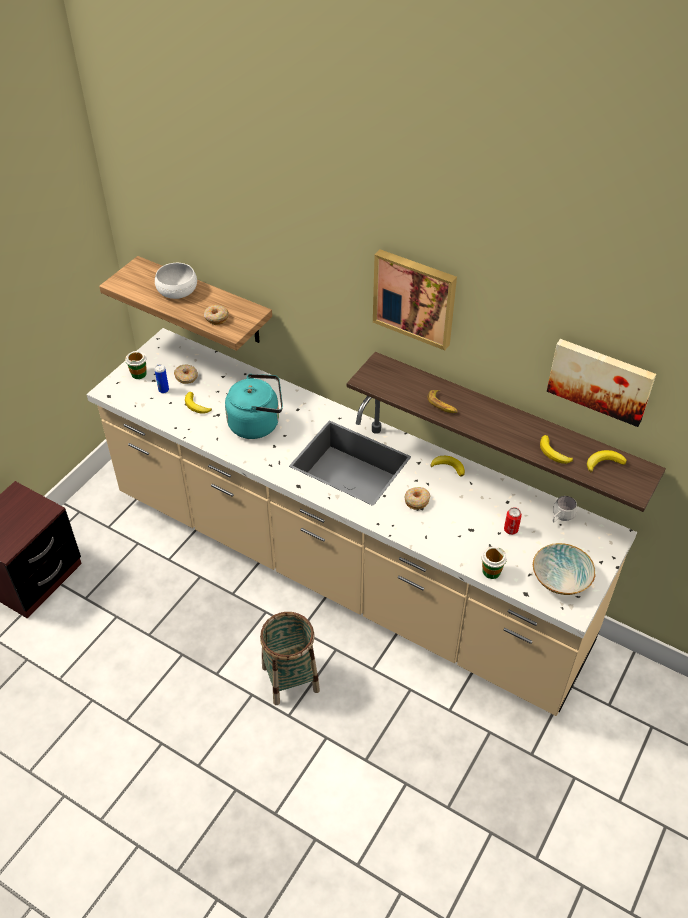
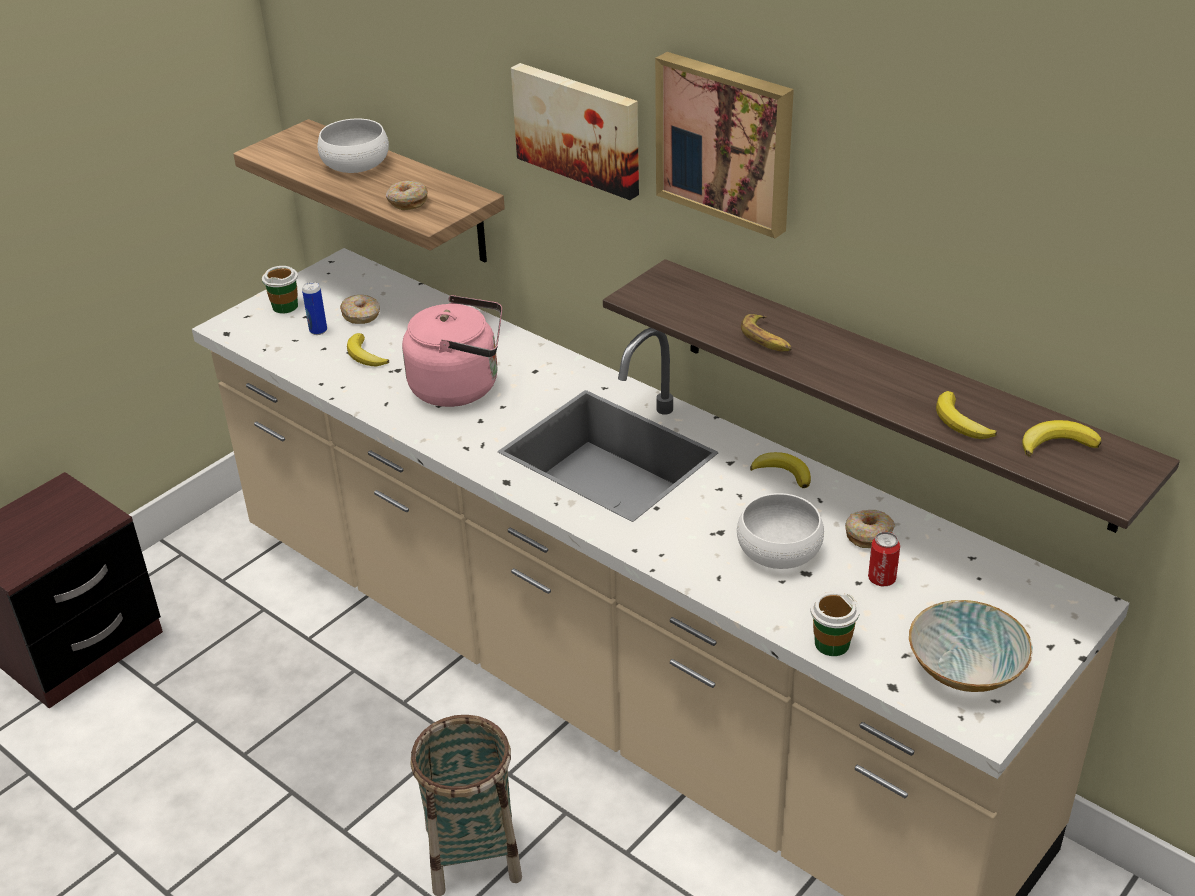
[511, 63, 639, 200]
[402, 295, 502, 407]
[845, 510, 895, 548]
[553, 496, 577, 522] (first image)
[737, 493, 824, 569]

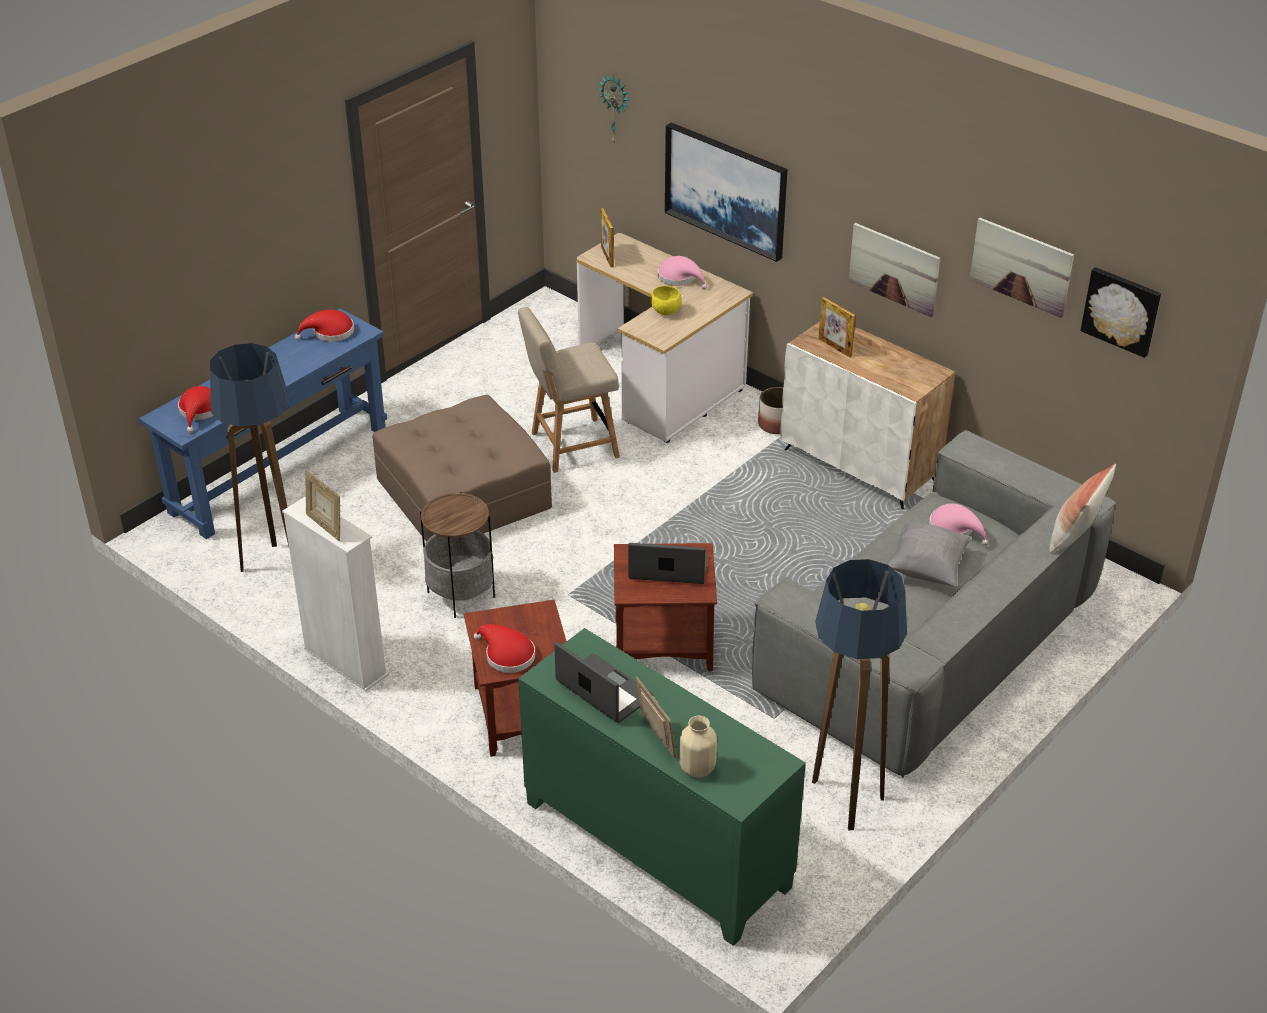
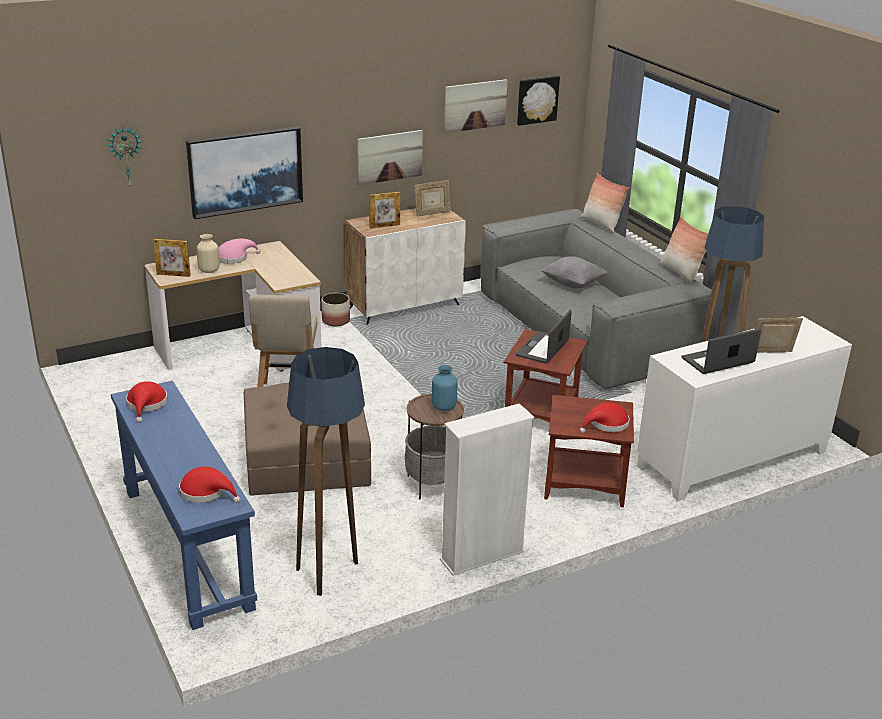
[651, 286, 682, 315] (first image)
[414, 180, 451, 216]
[929, 503, 988, 546] (first image)
[637, 316, 852, 501]
[196, 234, 220, 273]
[660, 216, 708, 283]
[432, 365, 458, 411]

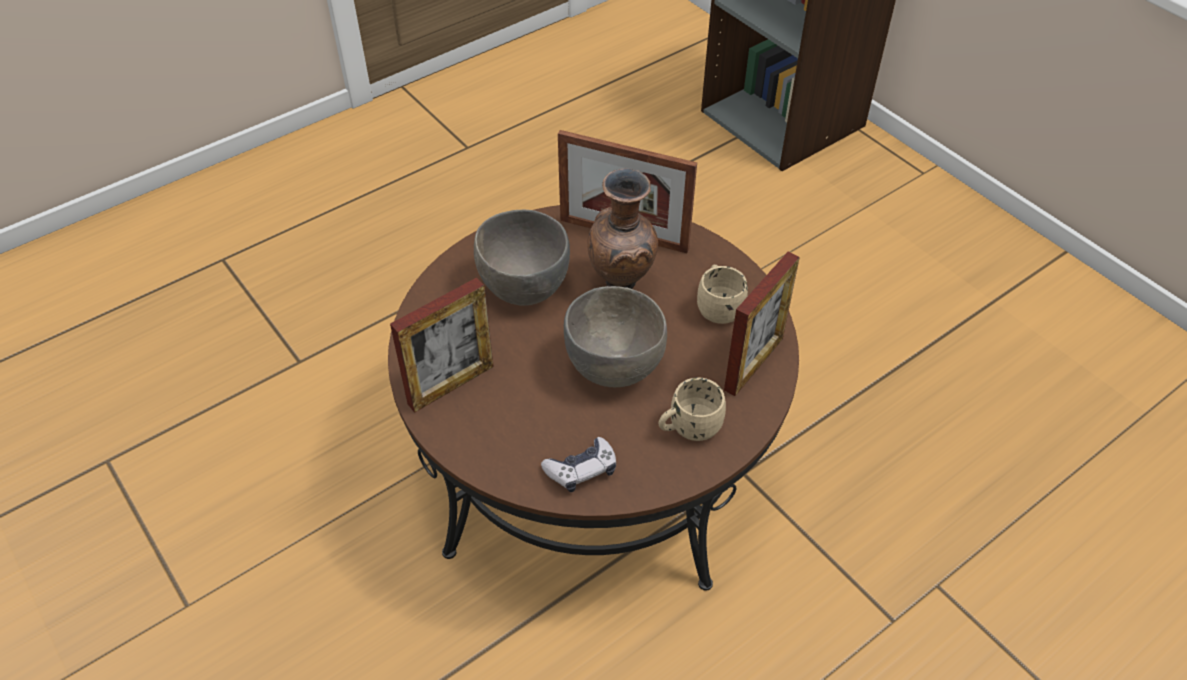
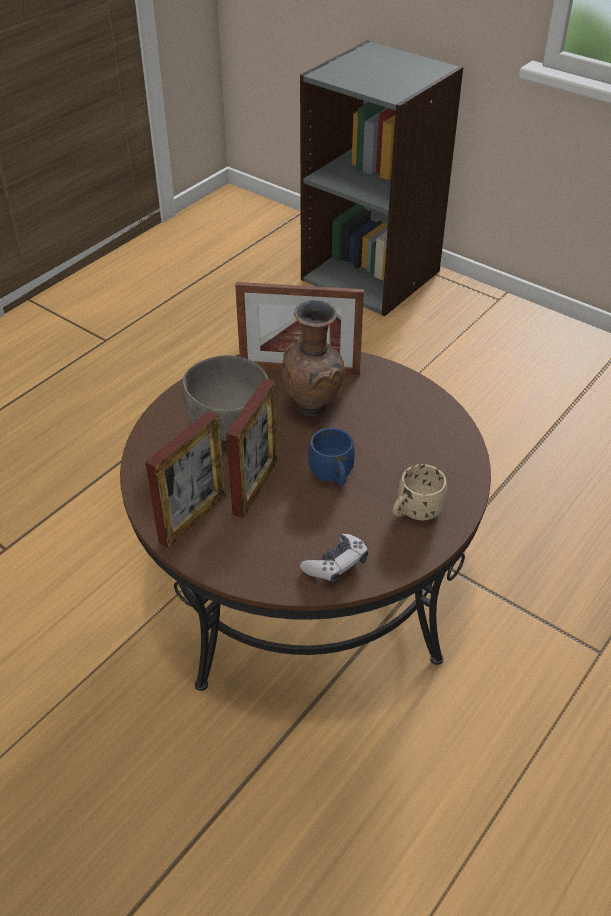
[226, 378, 277, 518]
[697, 264, 748, 324] (first image)
[308, 428, 355, 485]

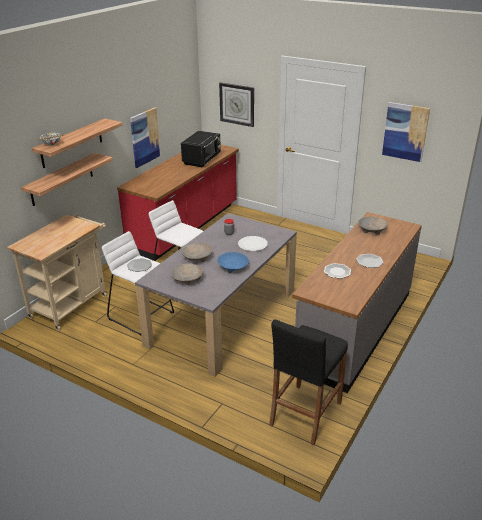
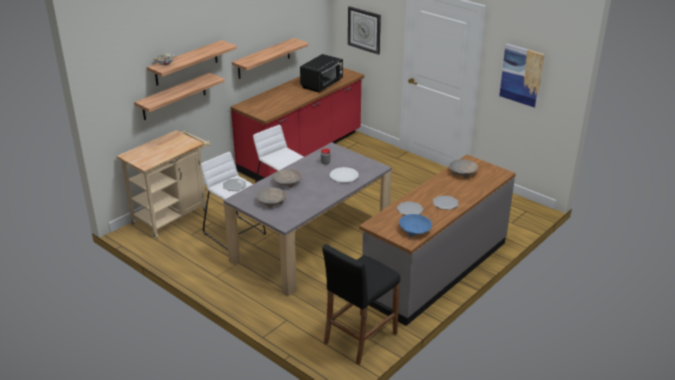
[232, 38, 309, 79]
[399, 214, 432, 237]

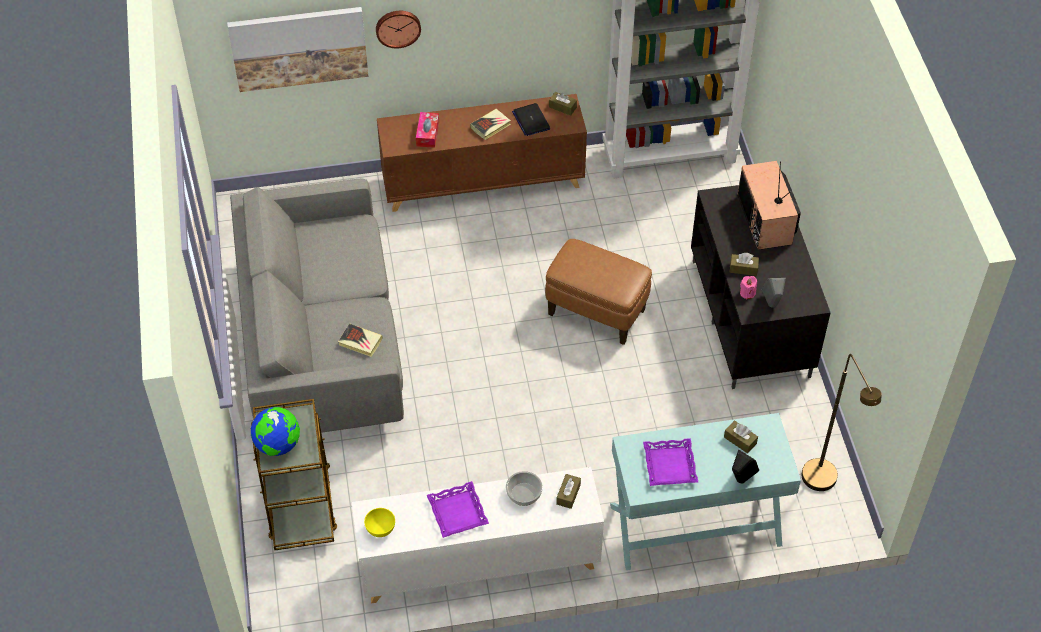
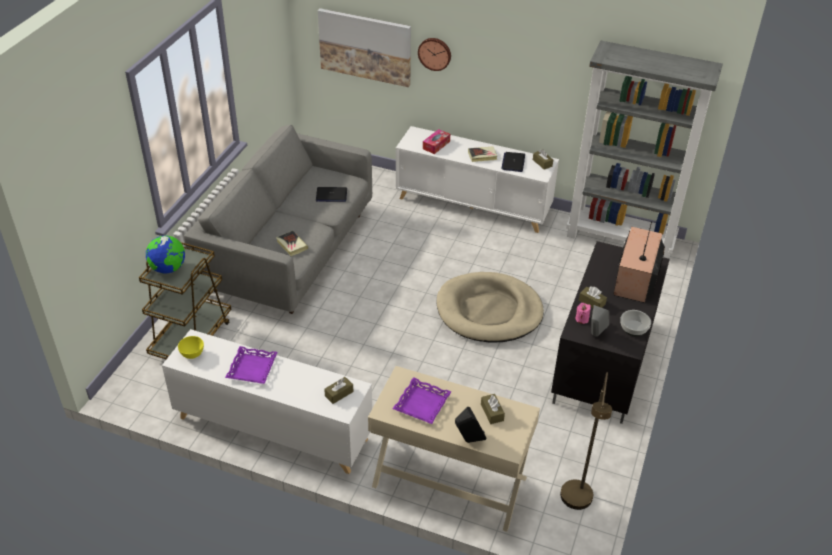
[396, 126, 559, 233]
[436, 272, 544, 342]
[368, 366, 540, 532]
[620, 310, 651, 336]
[316, 187, 347, 202]

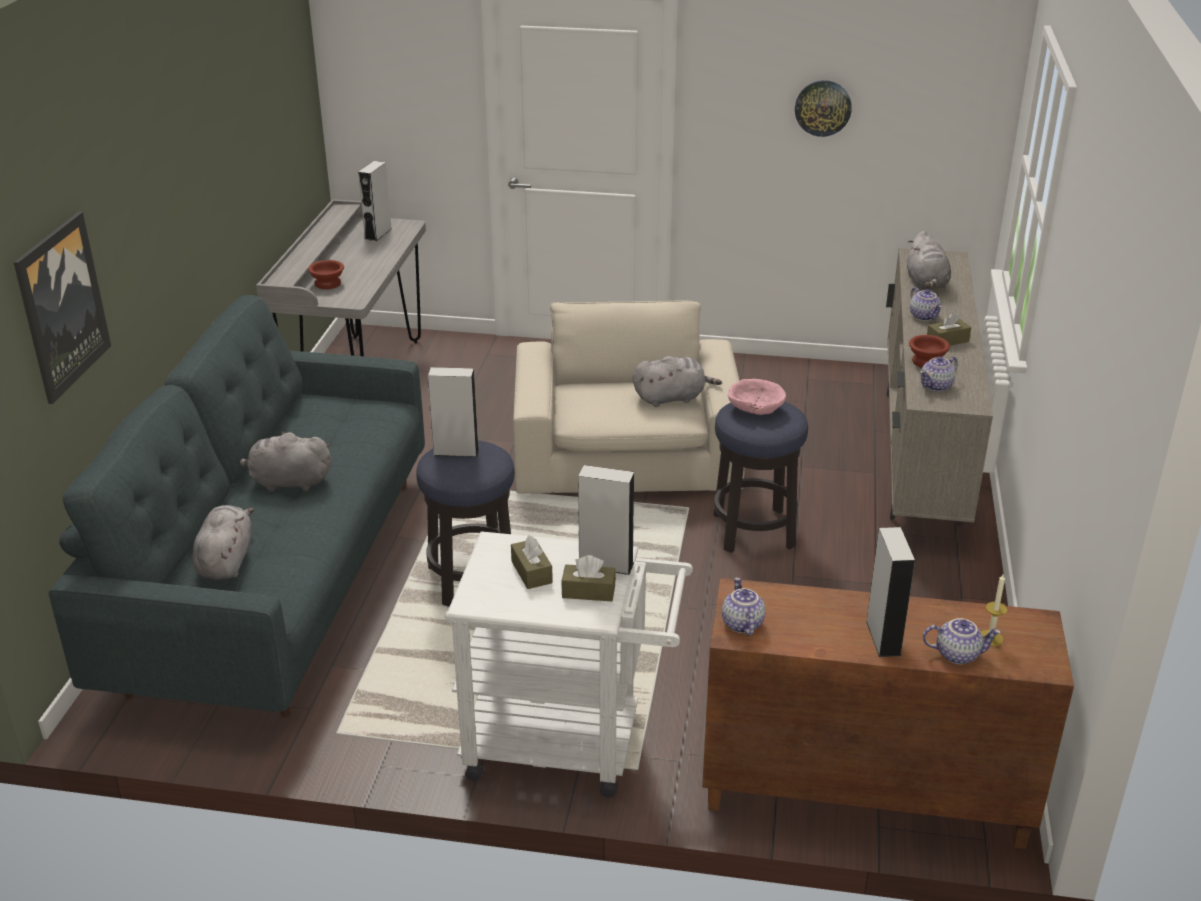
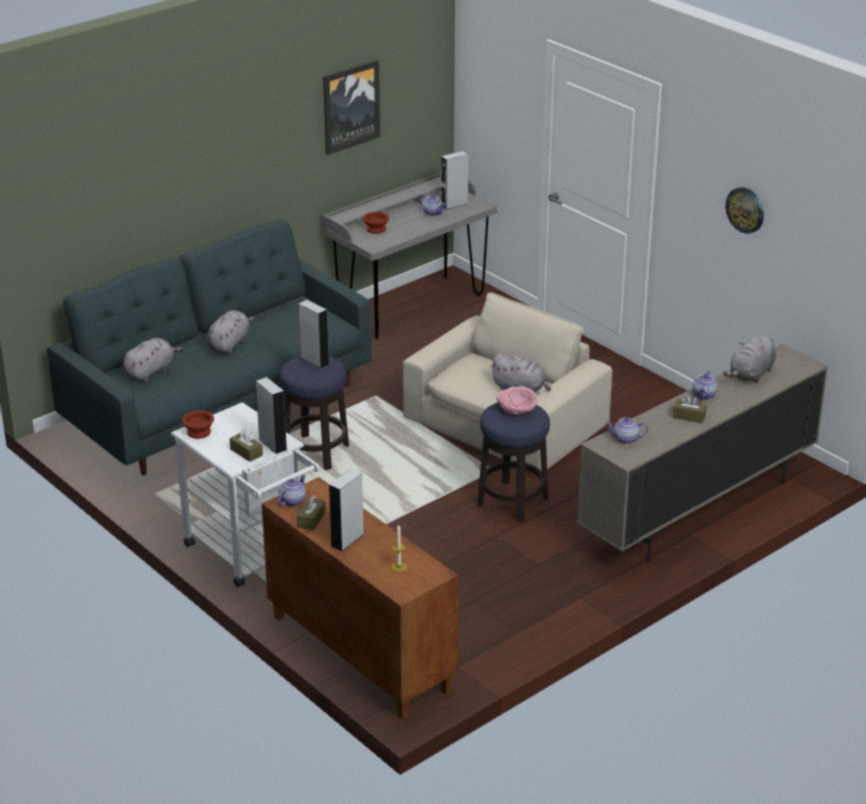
[323, 60, 380, 155]
[182, 410, 214, 439]
[207, 310, 256, 354]
[297, 495, 326, 531]
[420, 194, 446, 216]

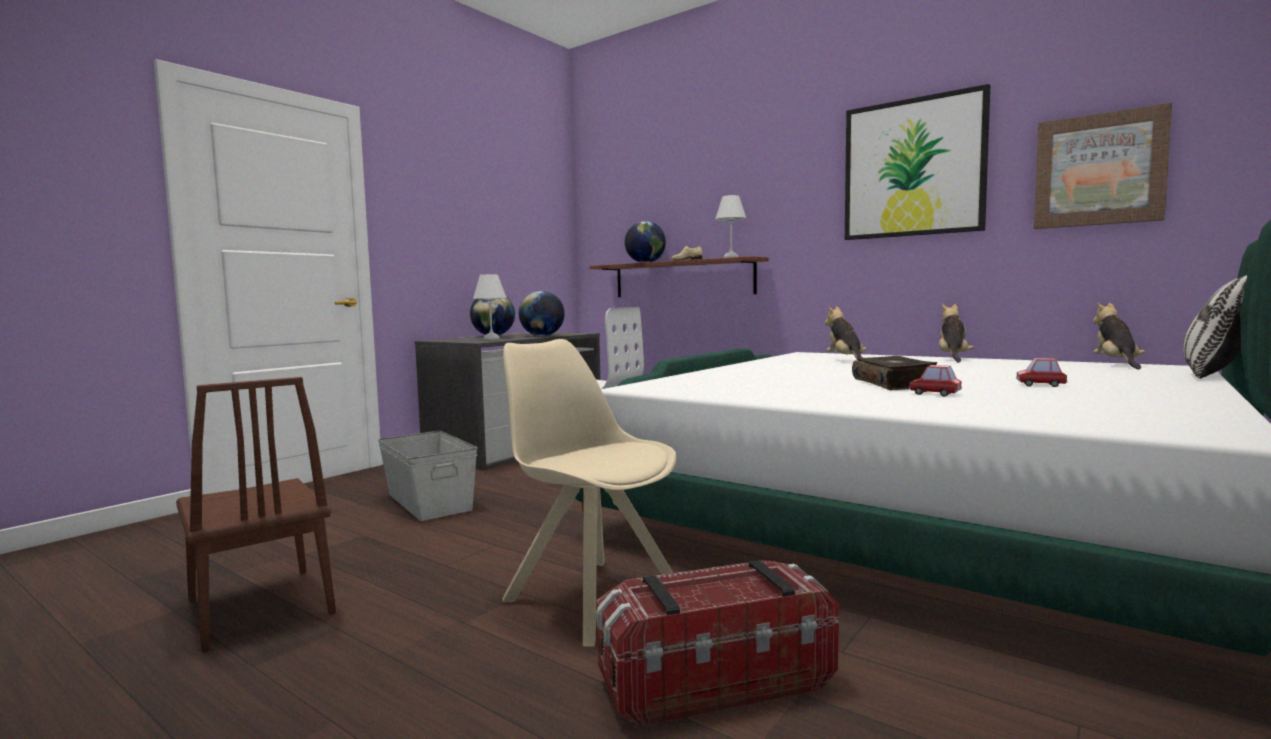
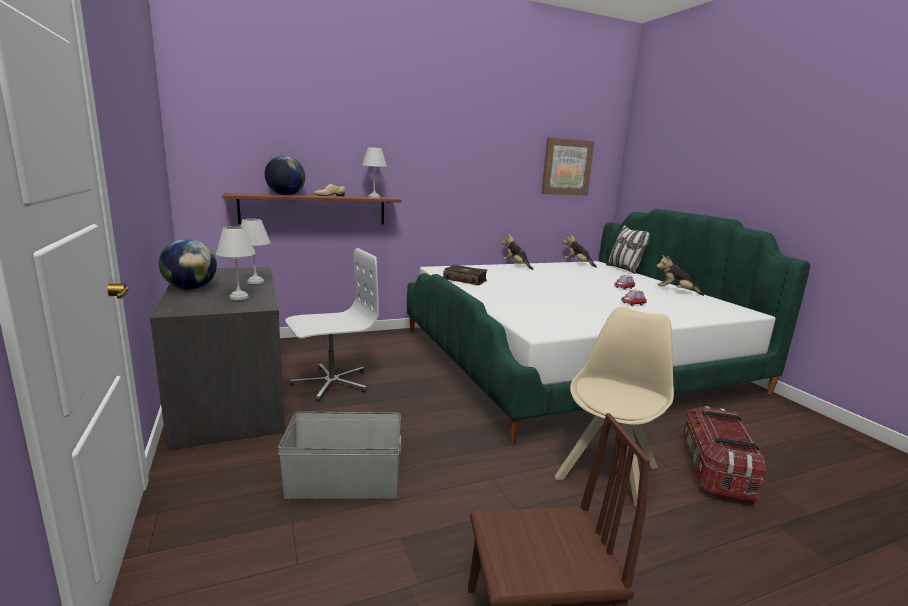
[845, 84, 990, 240] (first image)
[240, 219, 271, 284]
[656, 255, 704, 296]
[555, 307, 674, 507]
[443, 265, 487, 286]

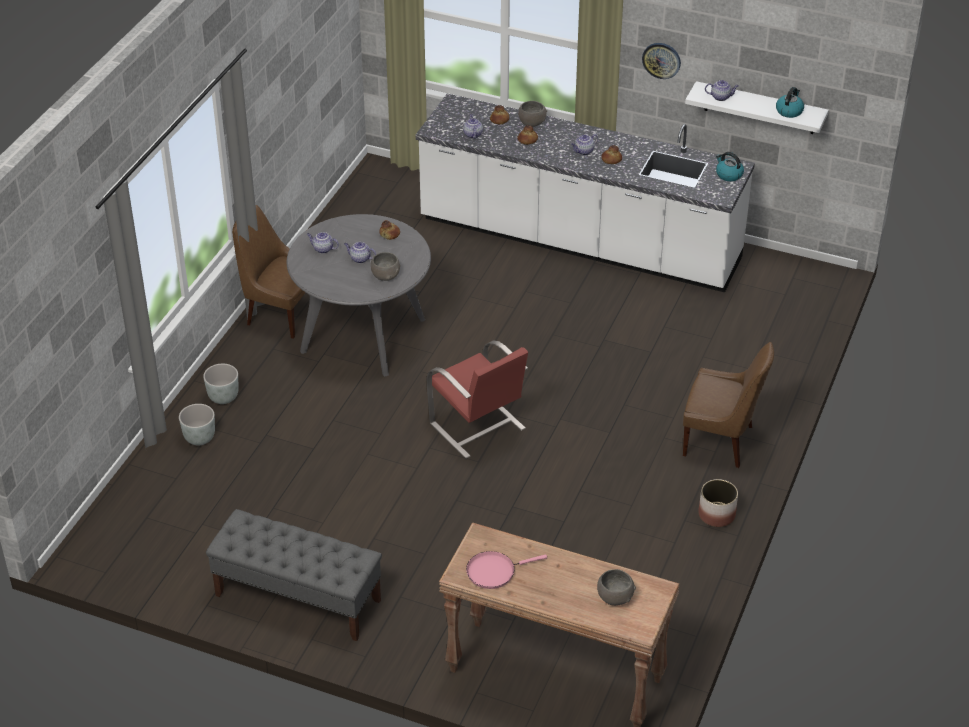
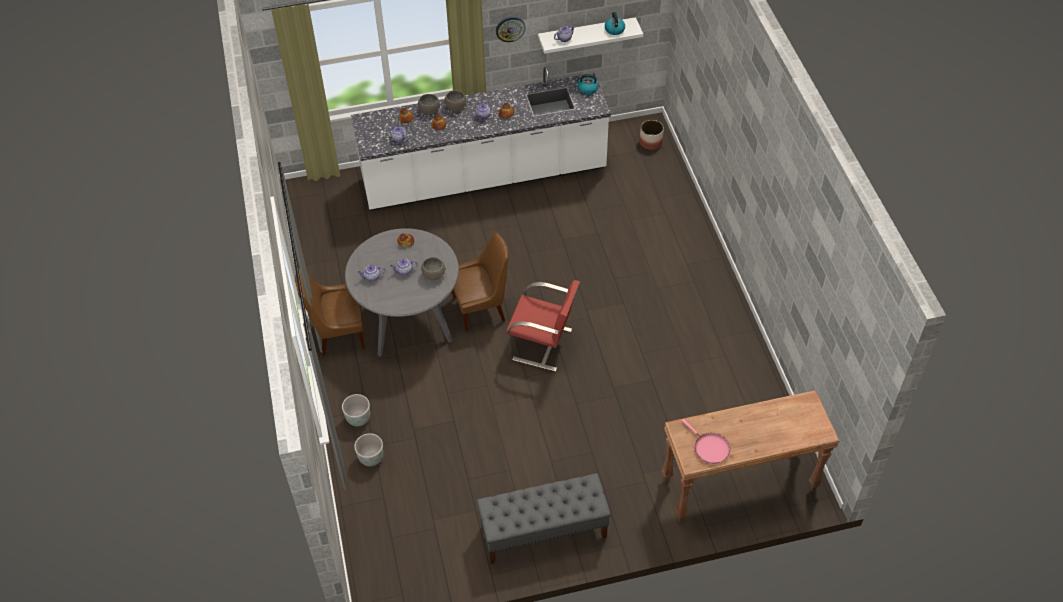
[452, 232, 509, 332]
[639, 120, 664, 150]
[681, 419, 730, 464]
[444, 90, 467, 111]

